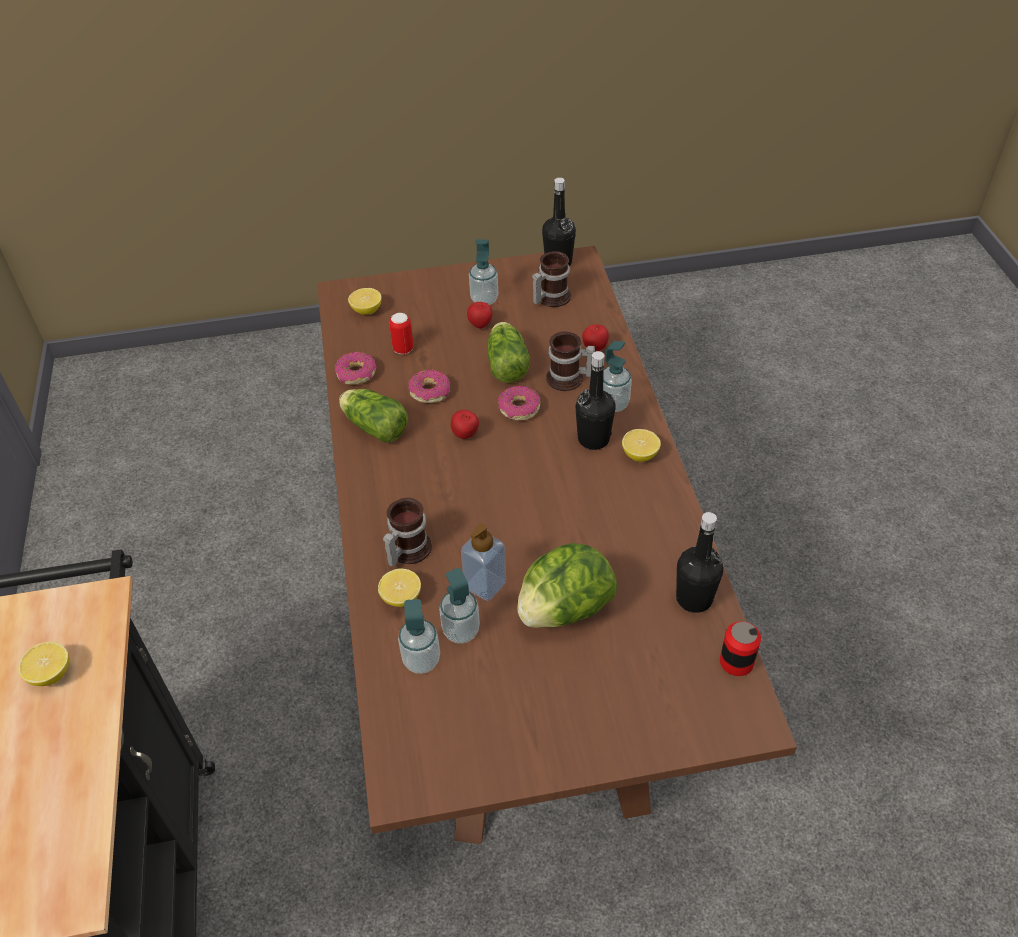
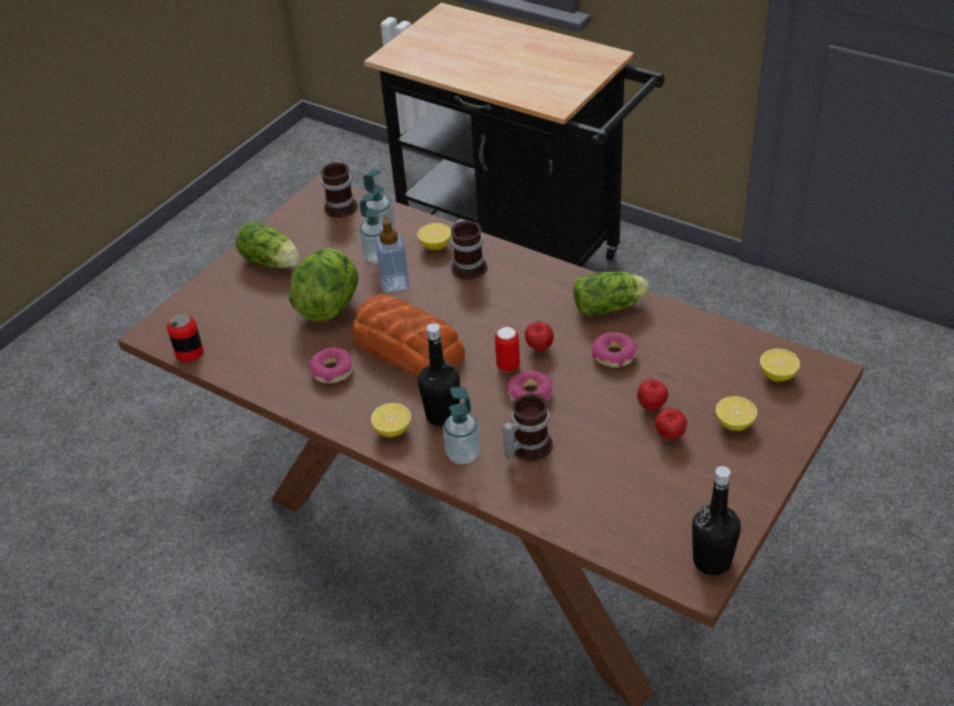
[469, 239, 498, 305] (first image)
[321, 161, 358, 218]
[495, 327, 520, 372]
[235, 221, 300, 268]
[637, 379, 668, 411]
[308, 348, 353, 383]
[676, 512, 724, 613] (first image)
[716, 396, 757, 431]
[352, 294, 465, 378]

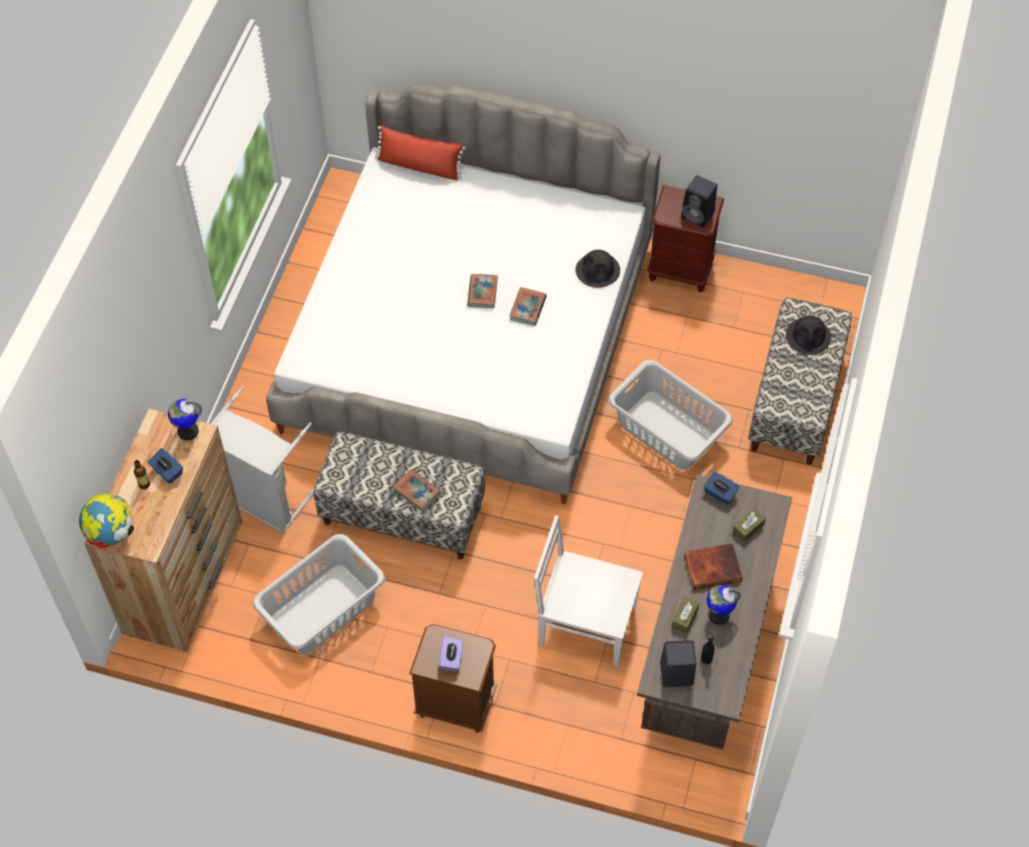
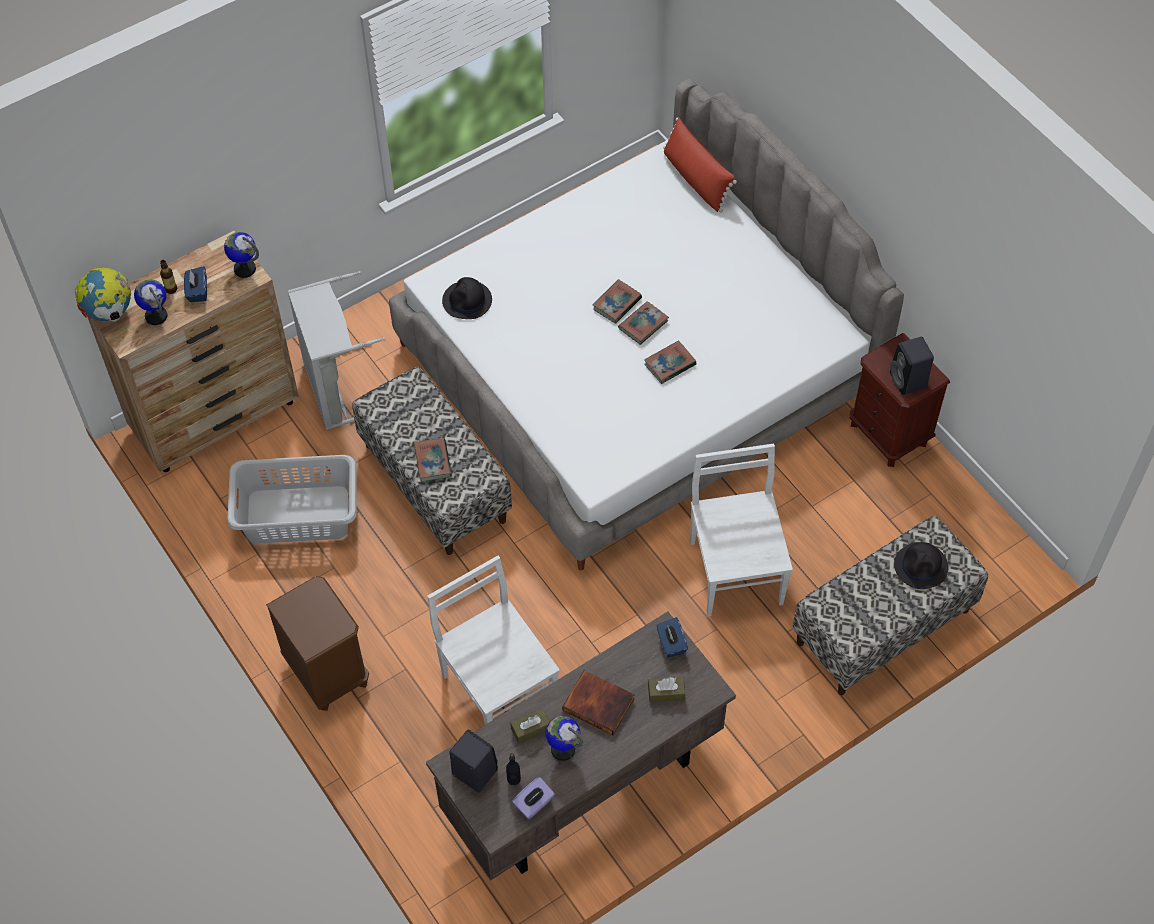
[442, 277, 492, 319]
[690, 444, 793, 616]
[512, 777, 555, 819]
[134, 279, 168, 325]
[593, 279, 642, 324]

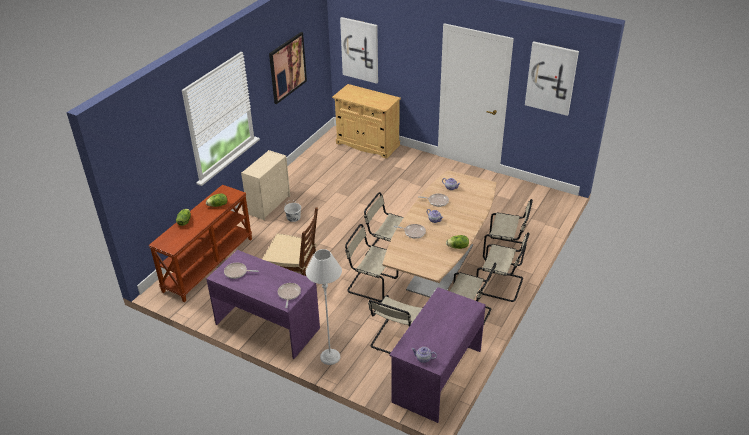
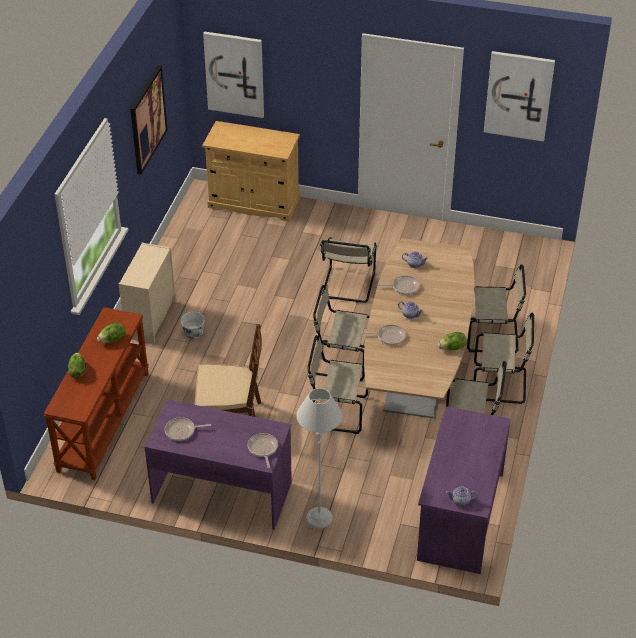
[320, 237, 377, 303]

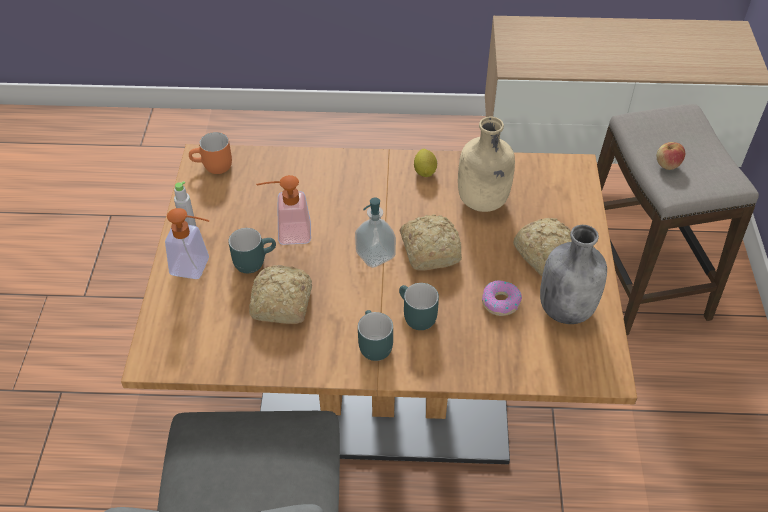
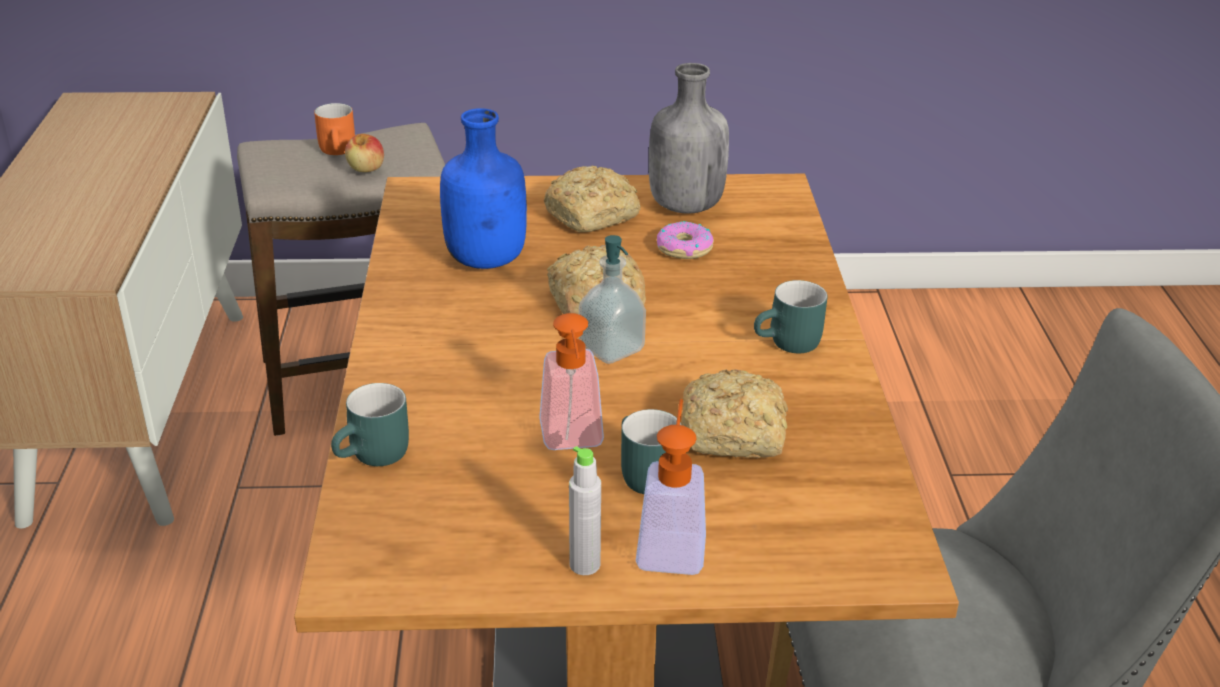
[440, 108, 527, 269]
[314, 103, 355, 155]
[414, 149, 437, 177] (first image)
[331, 383, 409, 466]

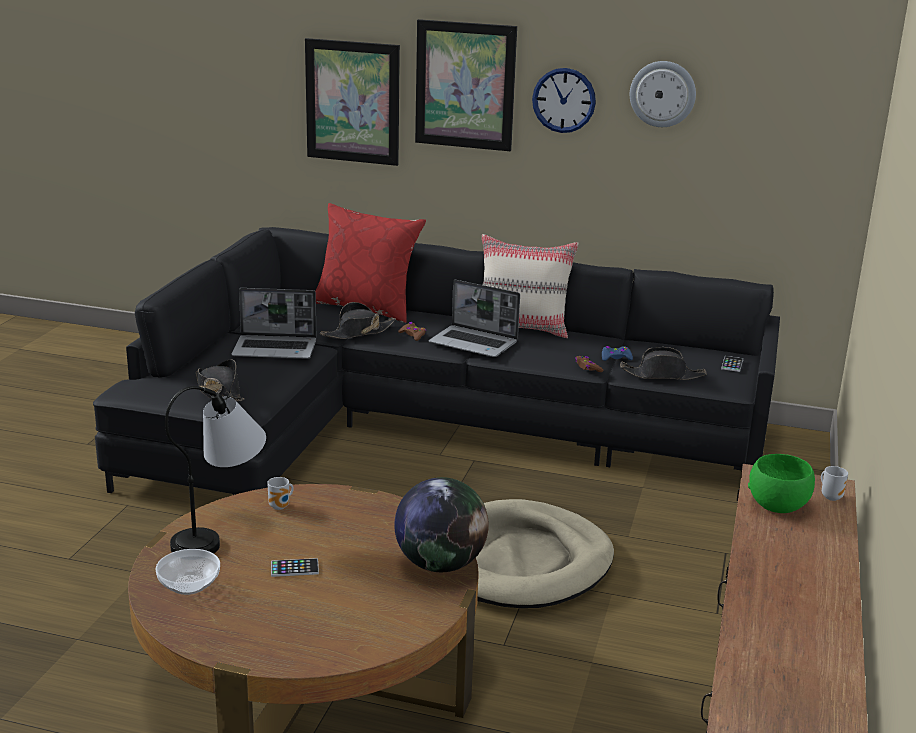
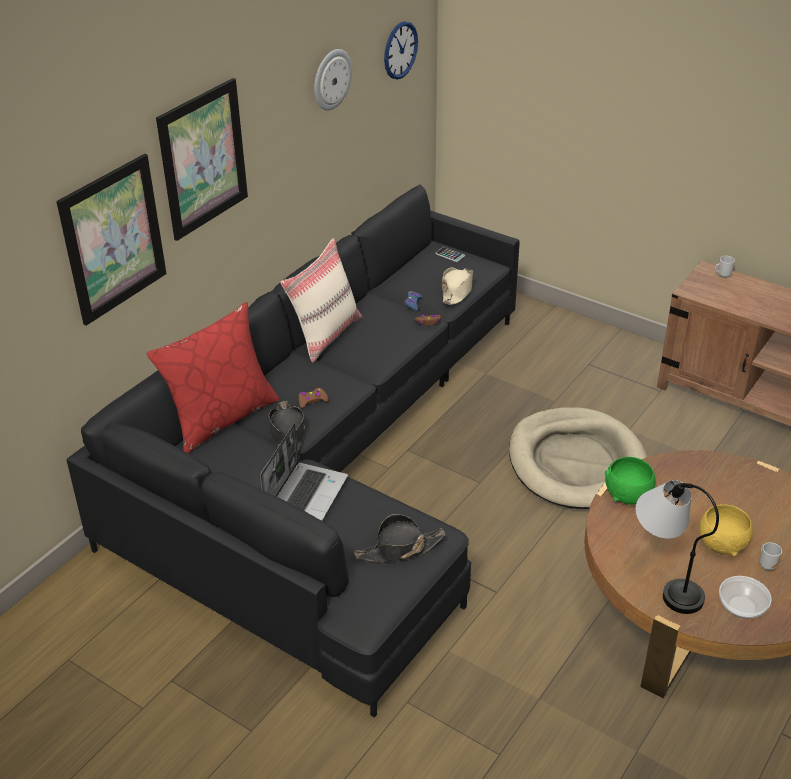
[384, 21, 418, 80]
[428, 280, 520, 357] (first image)
[442, 267, 473, 305]
[605, 457, 656, 505]
[759, 542, 782, 570]
[394, 477, 489, 572] (first image)
[699, 504, 753, 556]

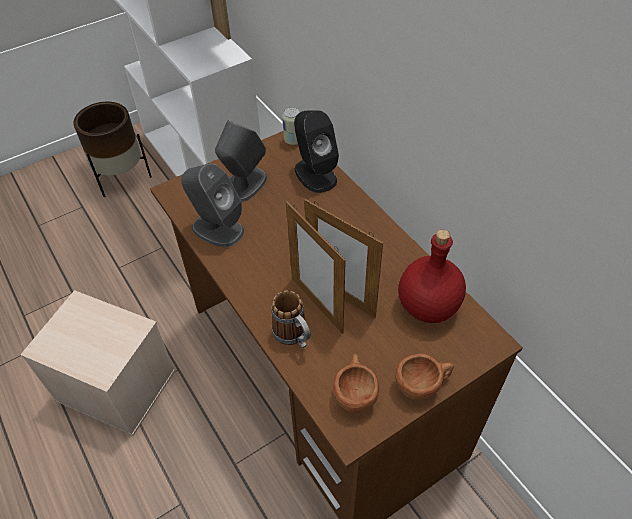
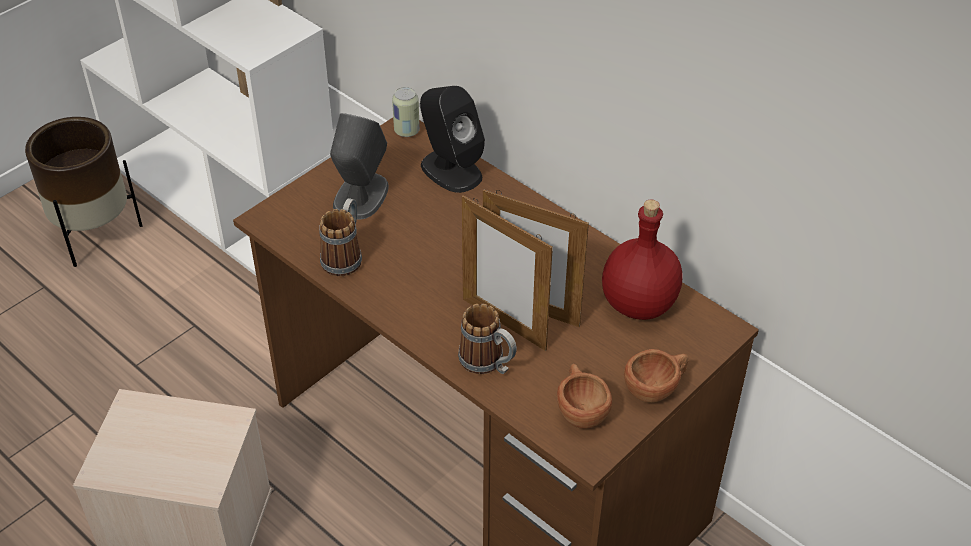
[319, 198, 362, 276]

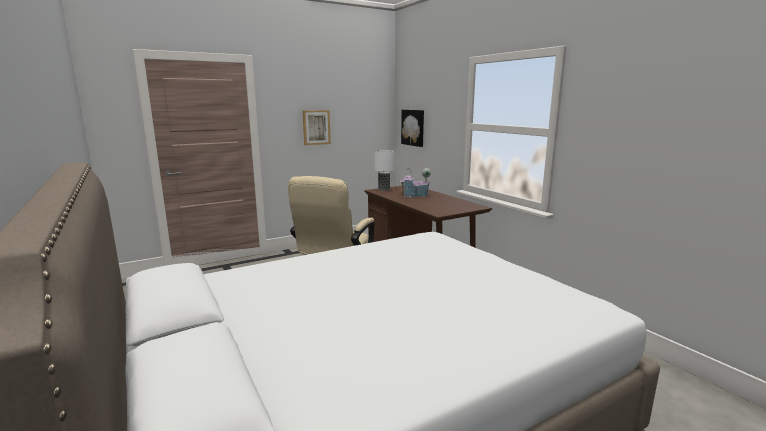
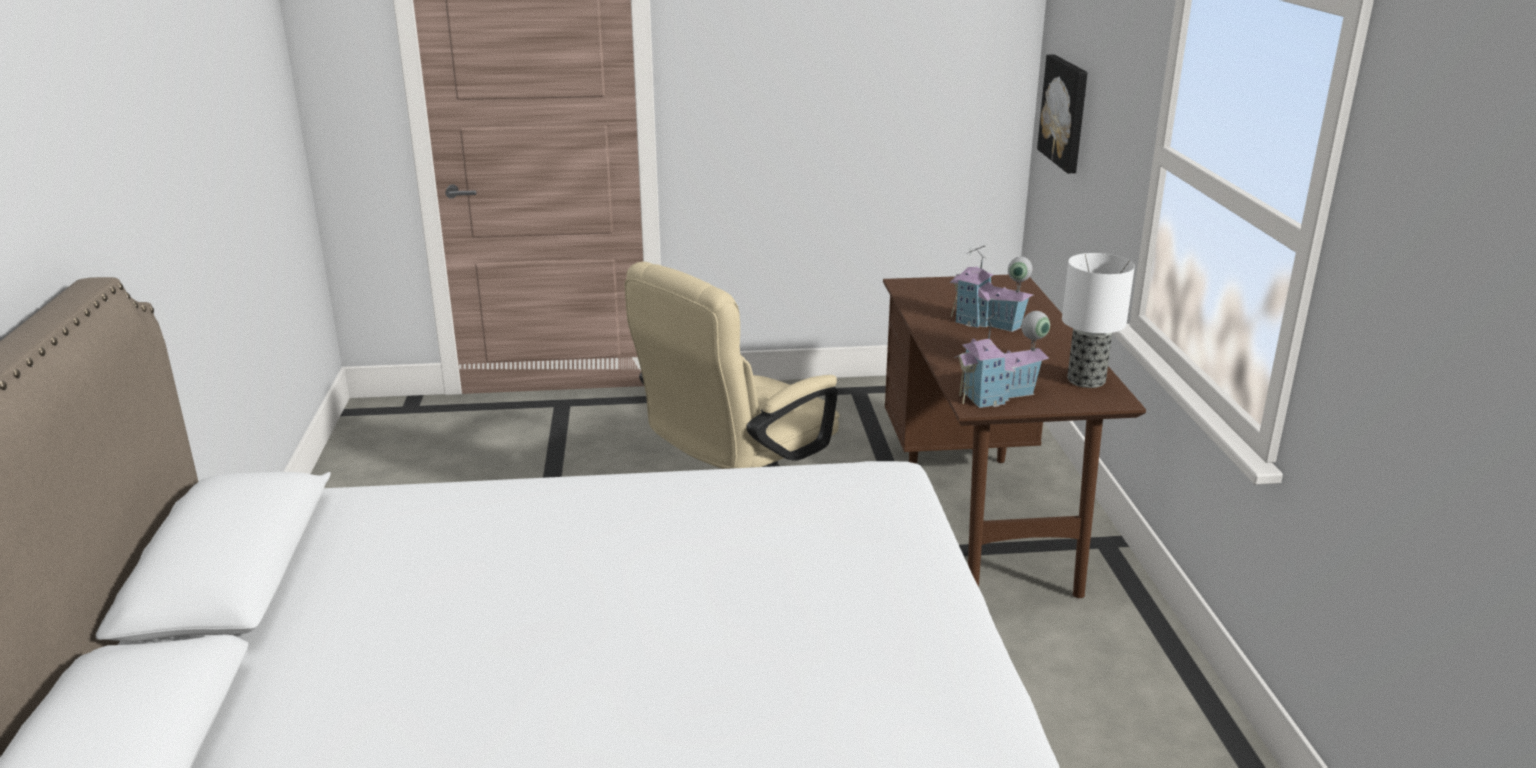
[302, 110, 331, 145] (first image)
[1062, 253, 1135, 388]
[954, 311, 1050, 408]

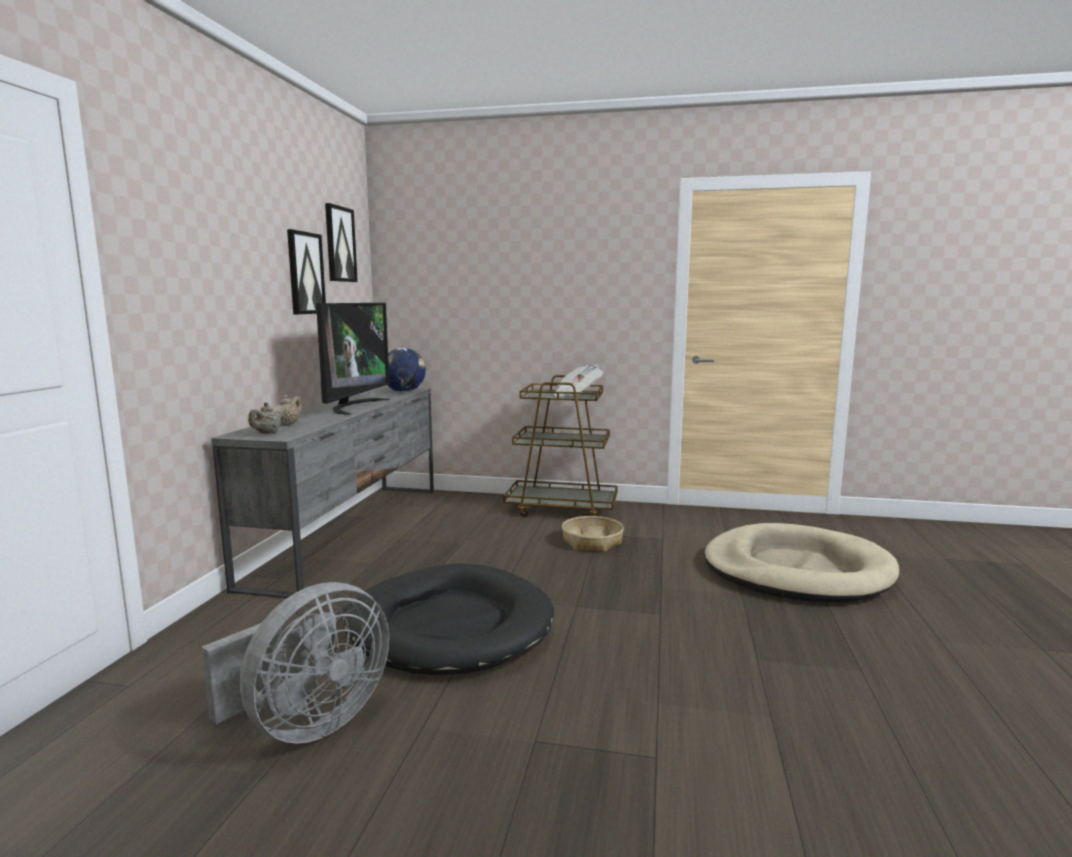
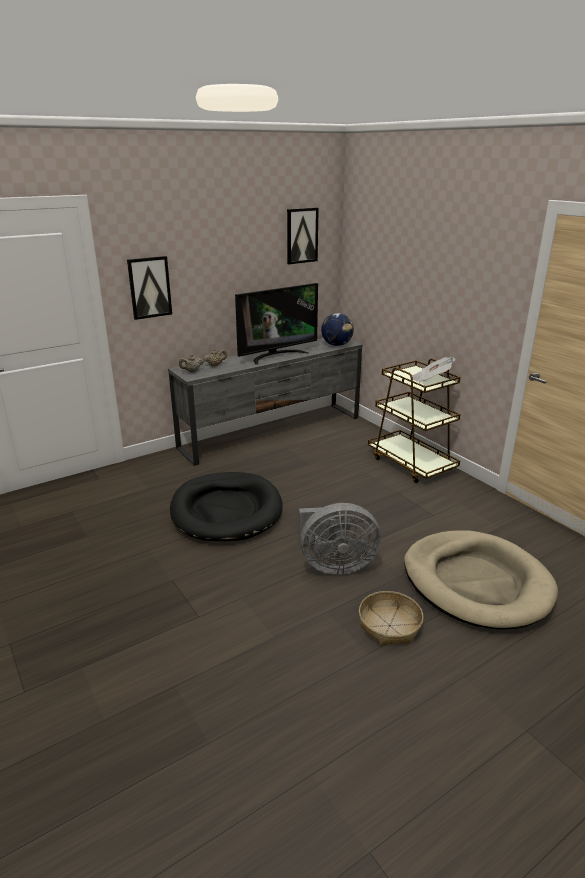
[127, 256, 172, 320]
[359, 591, 424, 646]
[299, 503, 381, 575]

